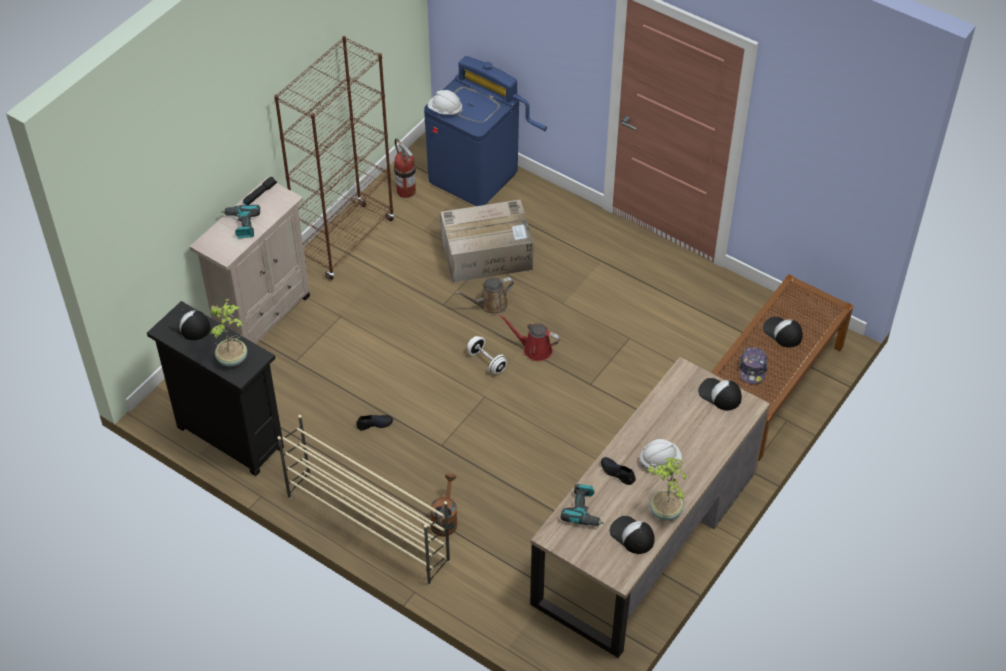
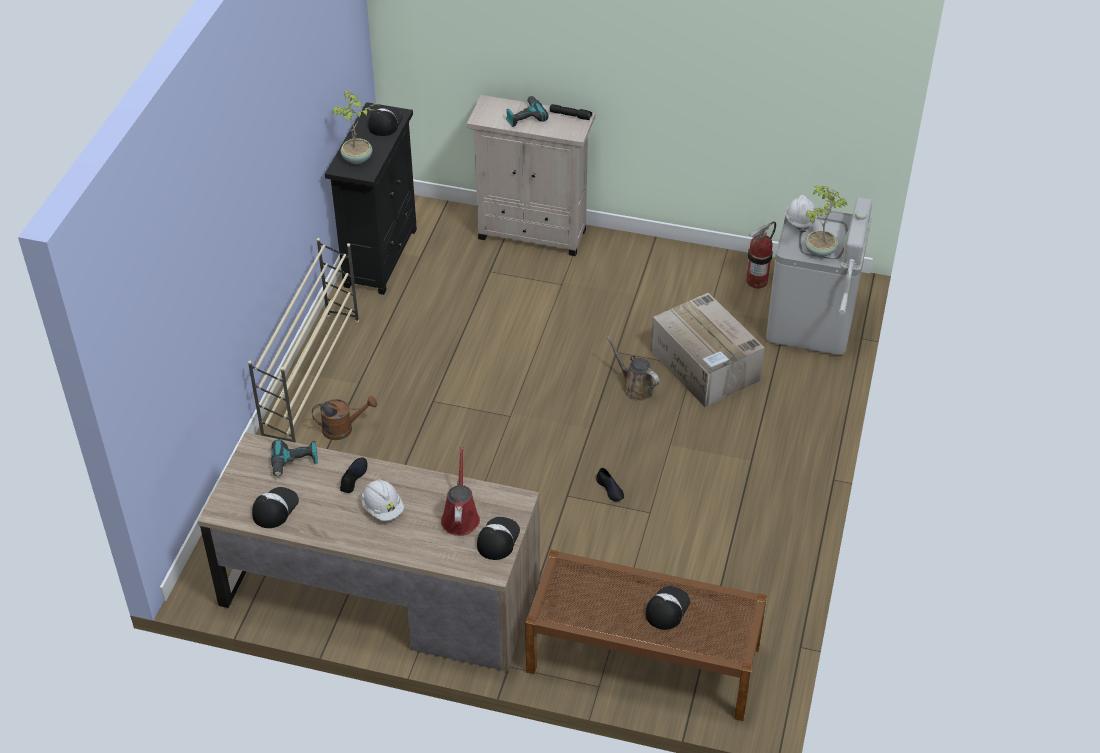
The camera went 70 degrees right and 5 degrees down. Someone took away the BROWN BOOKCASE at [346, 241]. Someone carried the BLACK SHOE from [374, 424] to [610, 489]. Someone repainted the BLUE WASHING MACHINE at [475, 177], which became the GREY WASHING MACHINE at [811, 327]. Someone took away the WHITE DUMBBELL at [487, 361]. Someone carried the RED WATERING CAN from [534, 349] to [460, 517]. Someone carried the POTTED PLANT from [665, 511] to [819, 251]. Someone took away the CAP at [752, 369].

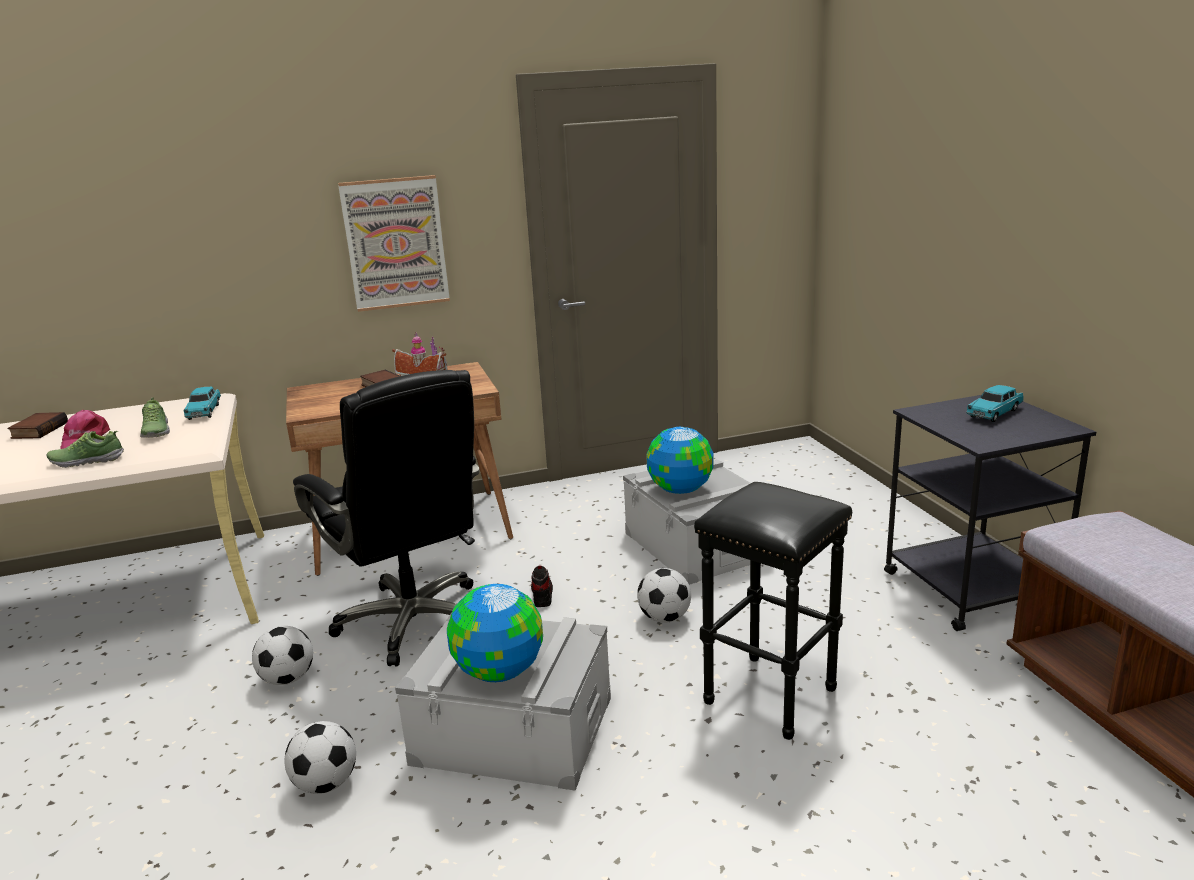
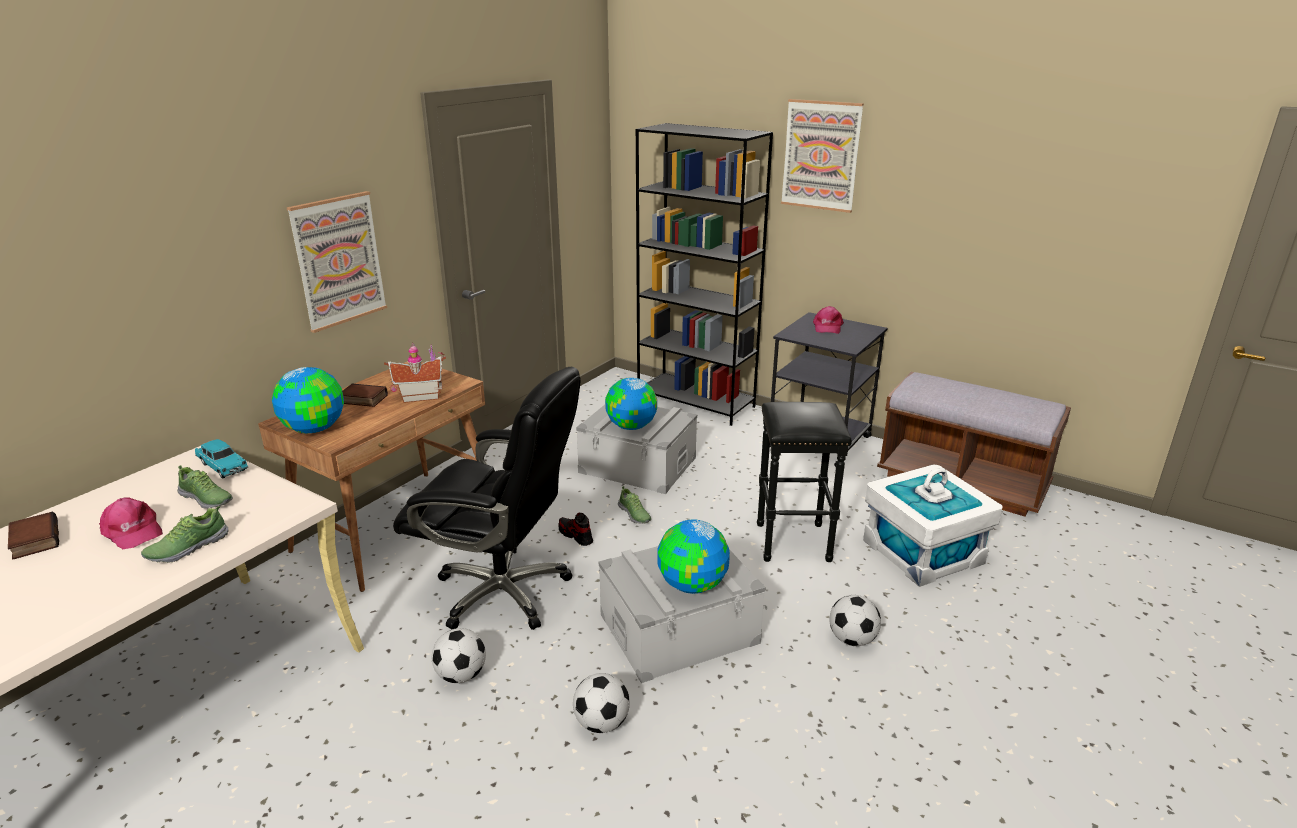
The camera went 40 degrees left and 5 degrees up. Someone carried the FOOTBALL from [665, 618] to [852, 639]. Someone swapped the TURQUOISE TOY CAR at [994, 413] for the PINK CAP at [827, 327]. Someone put down the GLOBE at [315, 428]. Someone put down the SHOE at [634, 515]. Someone put down the BLACK BOOKCASE at [696, 402]. Someone put up the PICTURE at [821, 155]. Someone put down the WHITE STORAGE BOX at [923, 552].

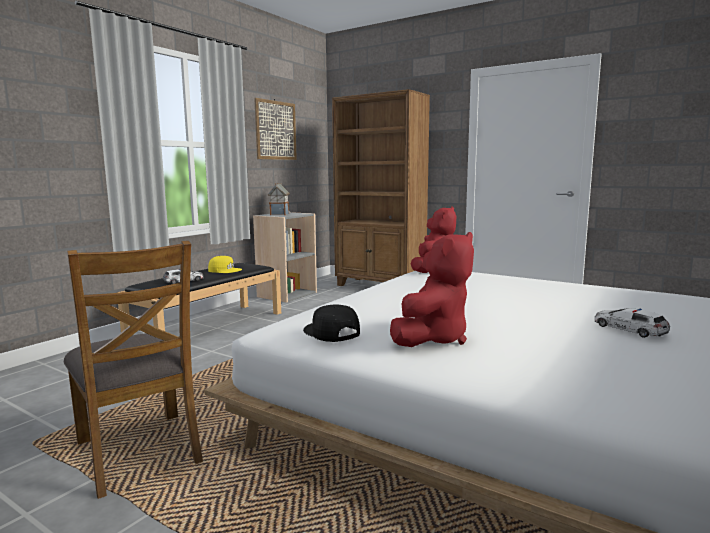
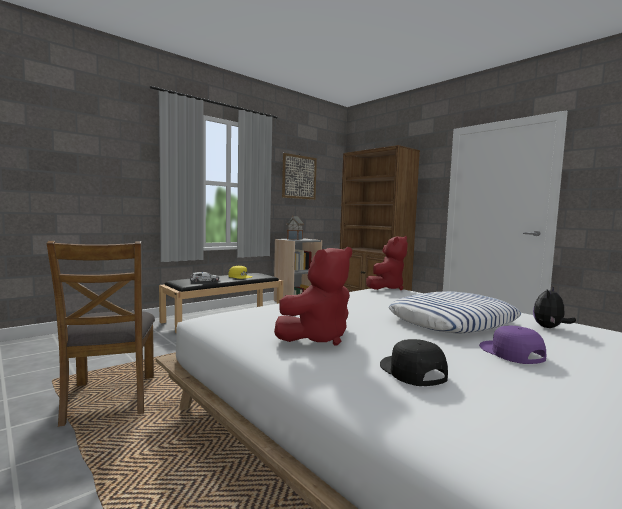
The camera went 15 degrees right and 5 degrees down. Someone carried the BLACK CAP from [330, 332] to [411, 371]. Someone swapped the TOY CAR at [629, 329] for the PURPLE CAP at [510, 353]. Someone put down the PILLOW at [453, 321]. Someone put down the PLUSH TOY at [549, 328].

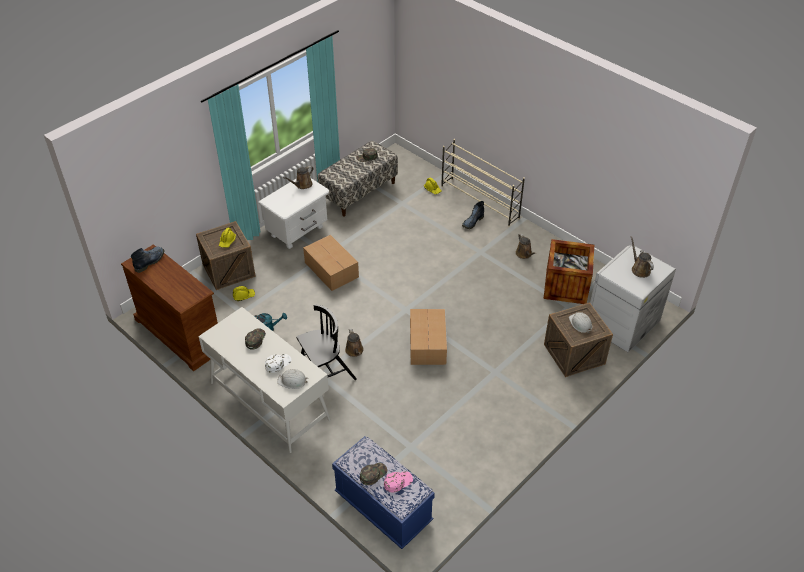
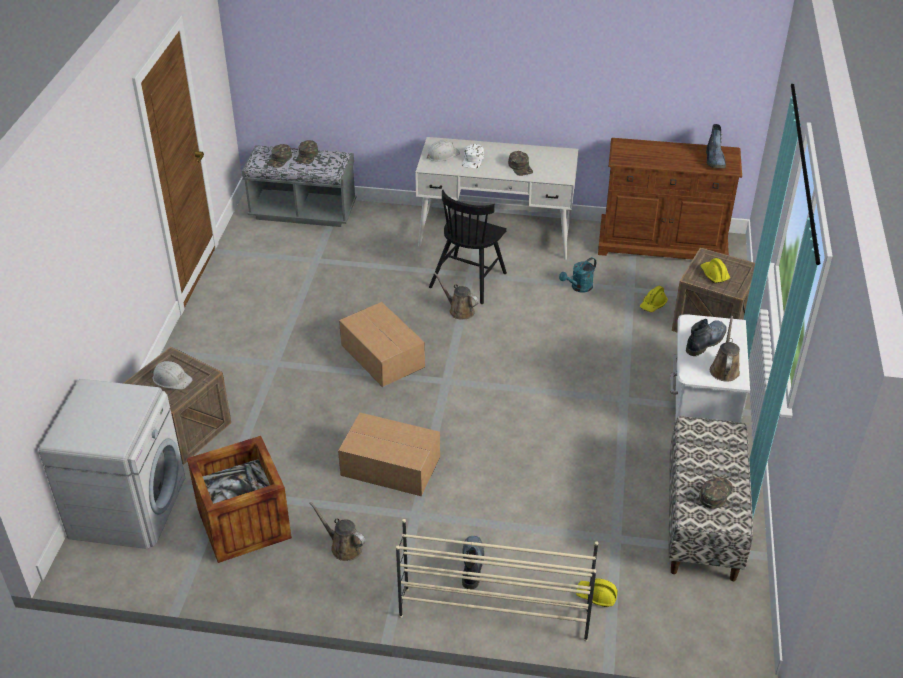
The camera went 145 degrees right and 5 degrees down. Someone carried the CARDBOARD BOX from [331, 270] to [389, 465]. Someone repainted the BLUE BENCH at [383, 508], which became the GREY BENCH at [303, 211]. Someone repainted the PINK CAP at [398, 482], which became the GREEN CAP at [279, 159]. Someone took away the BROWN WATERING CAN at [639, 269]. Someone put down the BOOT at [706, 341].

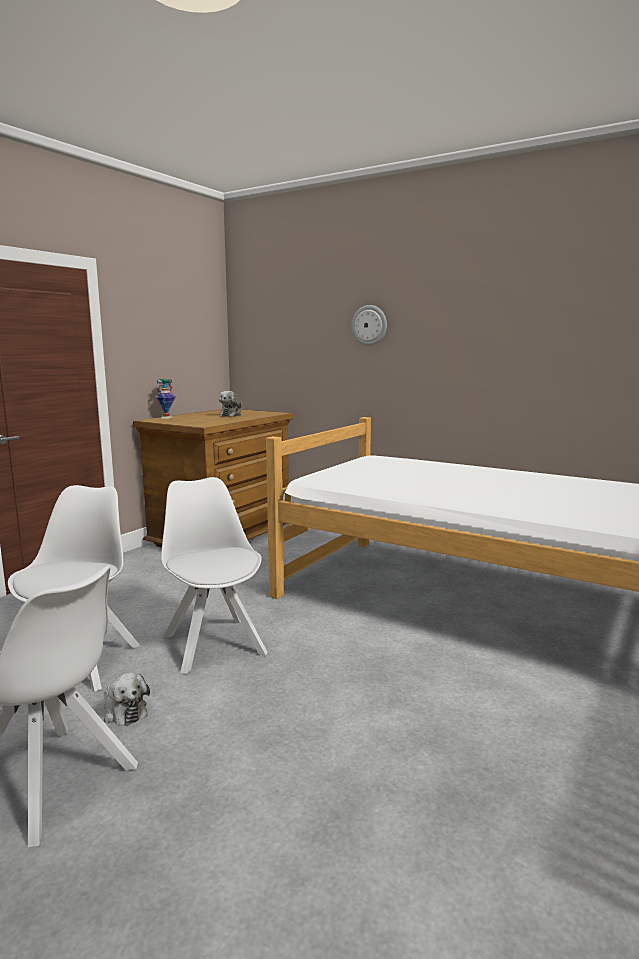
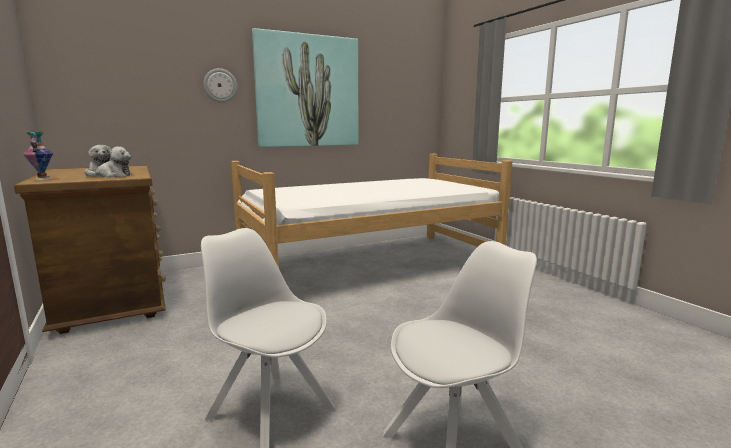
The camera went 60 degrees left and 0 degrees up. Someone carried the PLUSH TOY from [124, 711] to [112, 176]. Someone took away the WHITE CHAIR at [214, 643]. Someone put up the PICTURE at [307, 91].

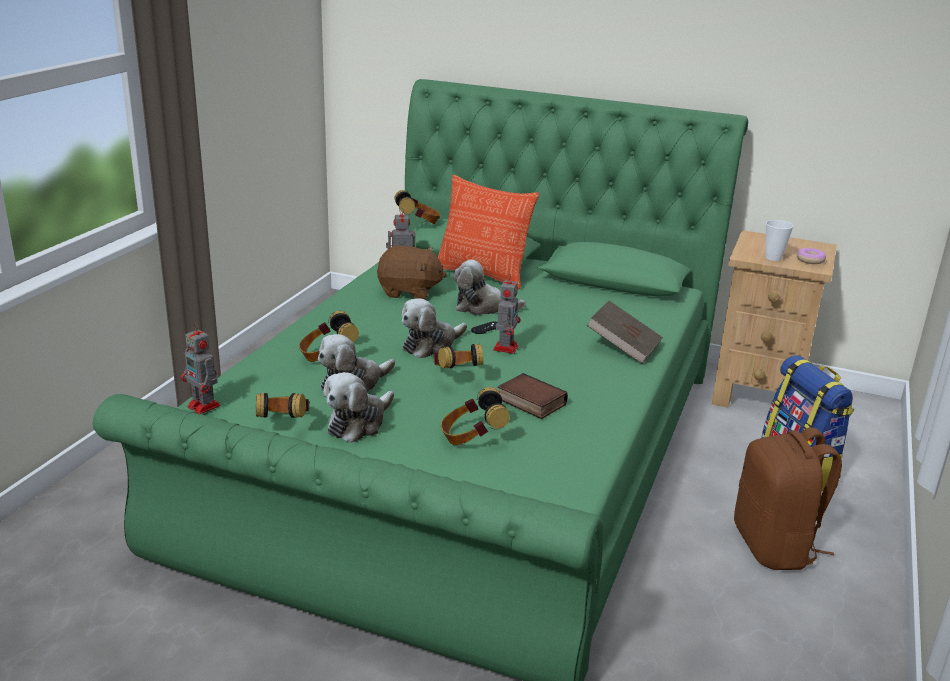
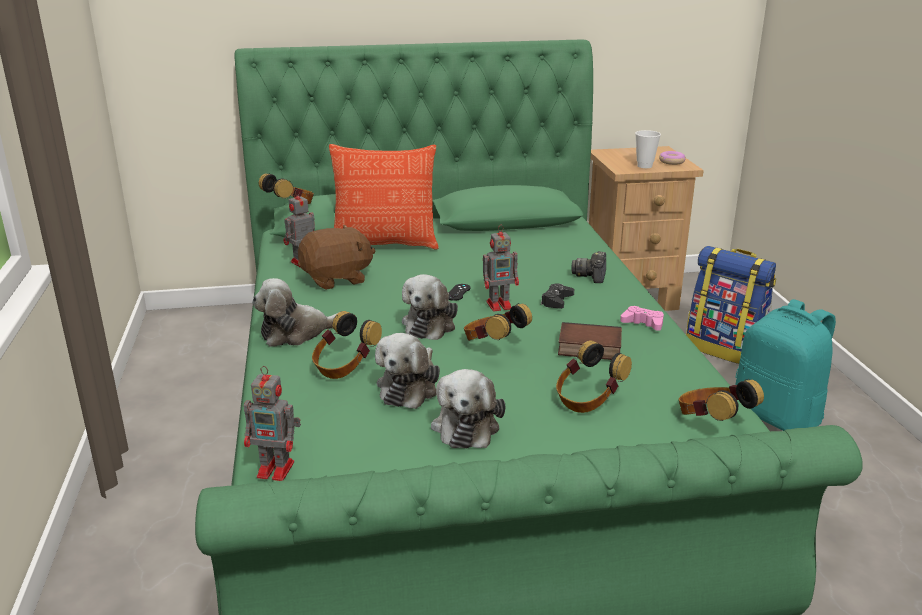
The camera went 30 degrees left and 0 degrees up. Someone carried the HEADPHONES from [284, 424] to [712, 422]. Someone carried the PLUSH TOY from [483, 307] to [296, 333]. Someone rotated the TOY ROBOT at [506, 347] by 90 degrees clockwise. Someone swapped the BROWN BOOK at [623, 347] for the PHOTO CAMERA at [591, 276]. Someone repainted the BROWN BACKPACK at [775, 547], which became the TURQUOISE BACKPACK at [778, 416]. Someone put down the BLACK GAME CONTROLLER at [556, 301]. Someone put down the PINK GAME CONTROLLER at [643, 323].

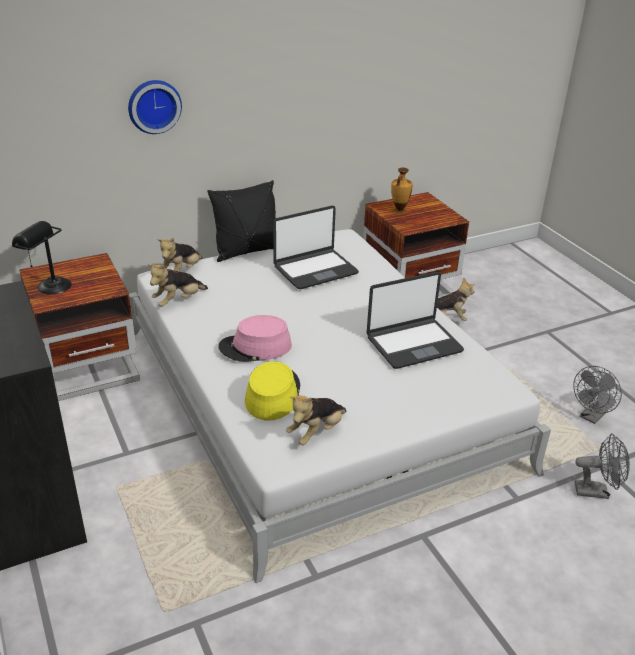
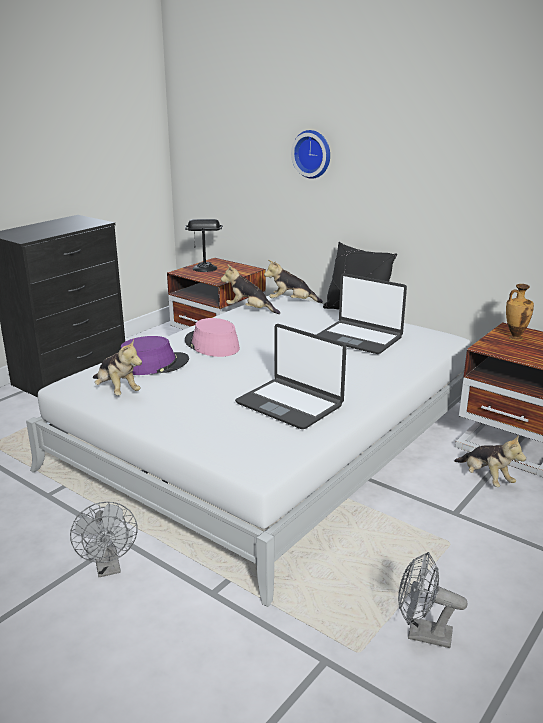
The camera went 65 degrees right and 10 degrees down. Someone repainted the YELLOW HAT at [272, 394], which became the PURPLE HAT at [153, 364]. Someone rotated the PLUSH TOY at [316, 432] by 150 degrees counterclockwise. Someone carried the GREY FAN from [597, 491] to [109, 568].

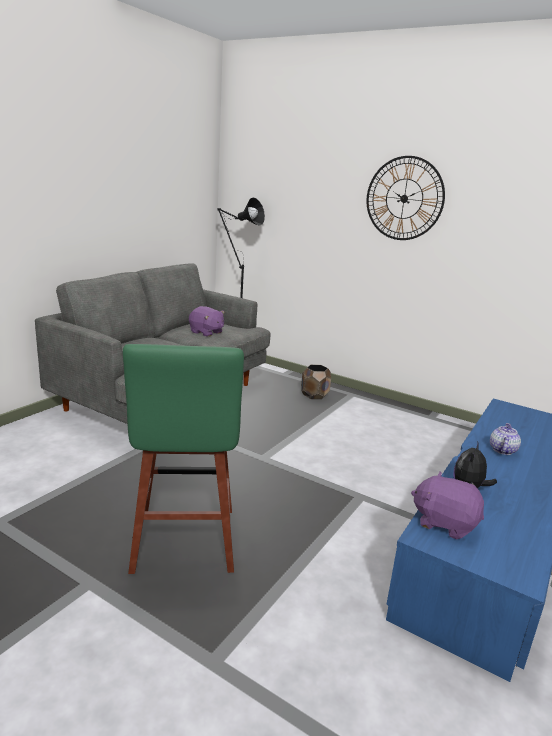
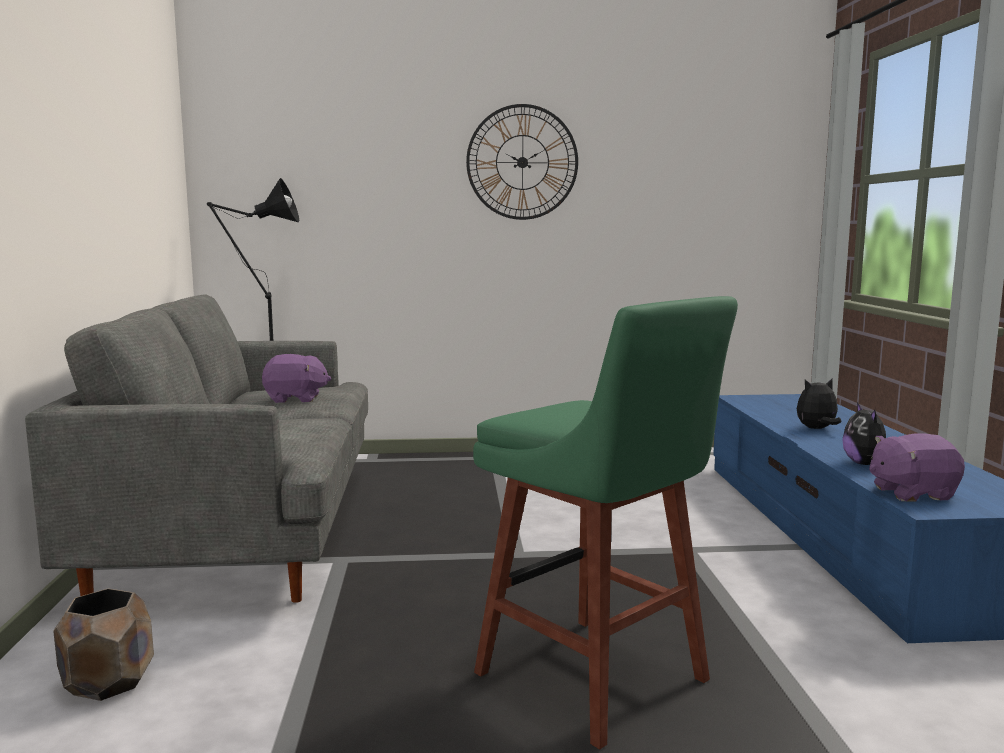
The camera went 35 degrees left and 10 degrees down. Someone carried the BROWN PLANTER from [315, 395] to [109, 682]. Someone swapped the TEAPOT at [502, 450] for the PLUSH TOY at [817, 429].

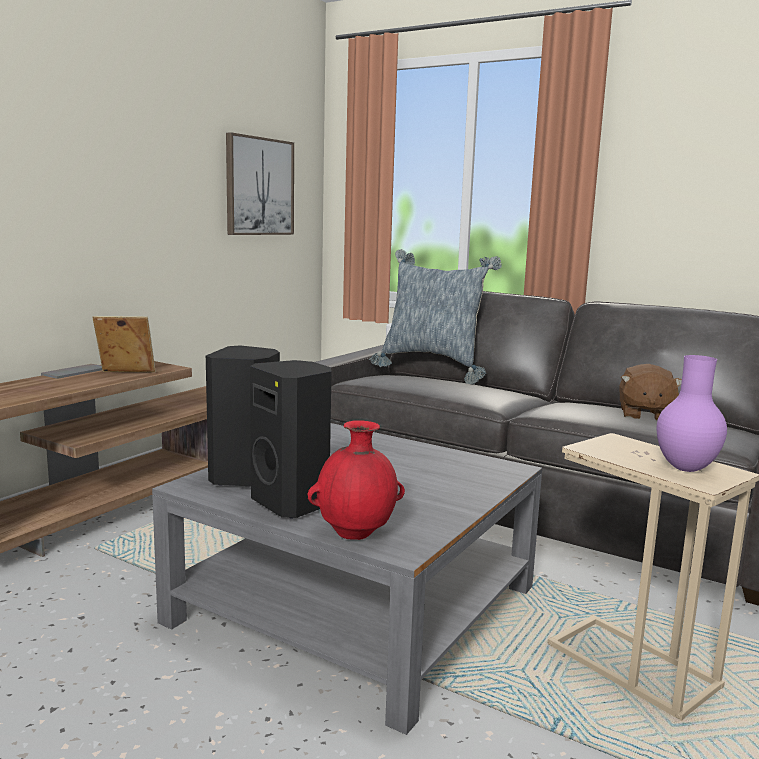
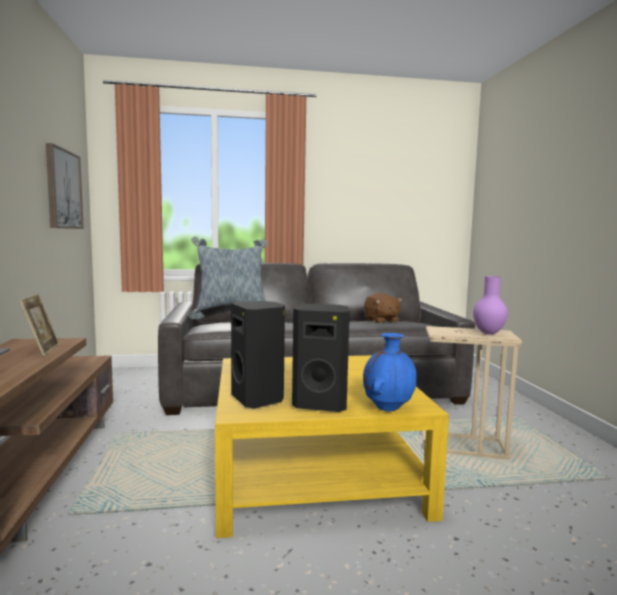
The camera went 40 degrees left and 5 degrees down. Someone rotated the PICTURE FRAME at [126, 374] by 120 degrees clockwise. Someone repainted the GREY COFFEE TABLE at [356, 604], which became the YELLOW COFFEE TABLE at [314, 471]. Someone repainted the RED VASE at [356, 534], which became the BLUE VASE at [388, 408].

